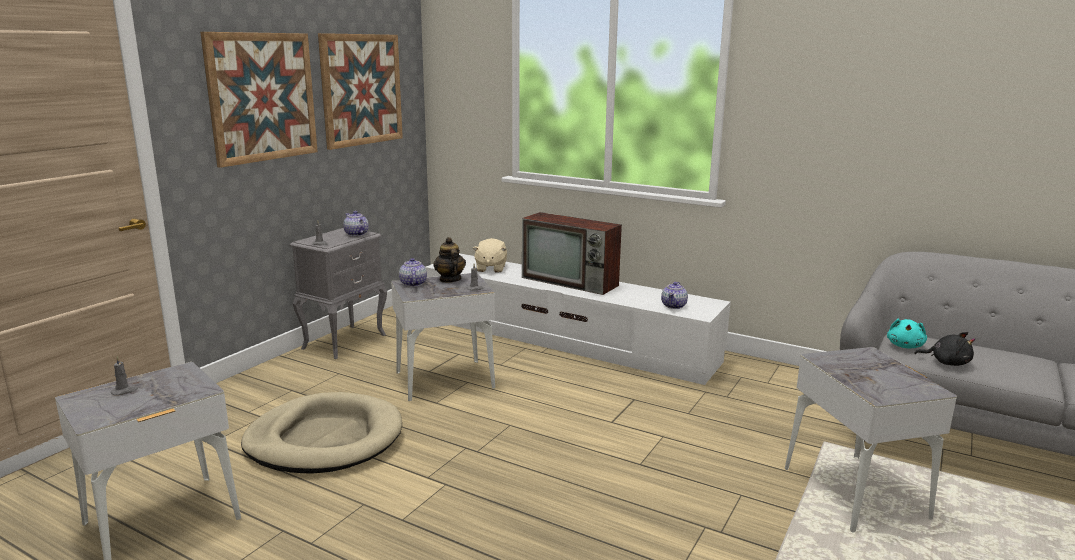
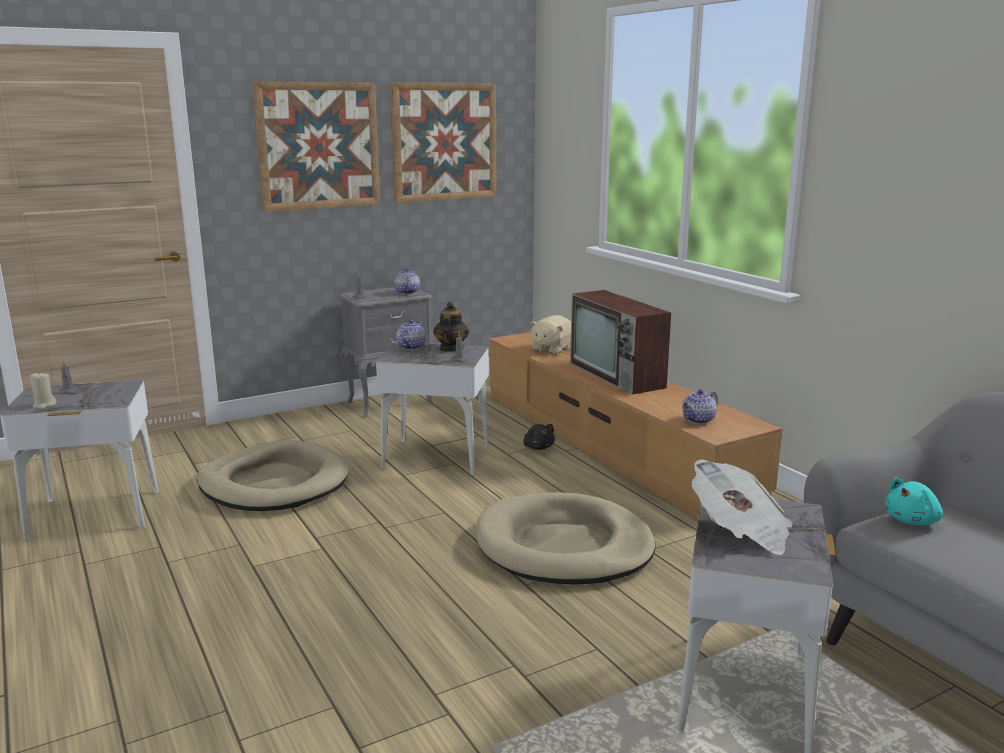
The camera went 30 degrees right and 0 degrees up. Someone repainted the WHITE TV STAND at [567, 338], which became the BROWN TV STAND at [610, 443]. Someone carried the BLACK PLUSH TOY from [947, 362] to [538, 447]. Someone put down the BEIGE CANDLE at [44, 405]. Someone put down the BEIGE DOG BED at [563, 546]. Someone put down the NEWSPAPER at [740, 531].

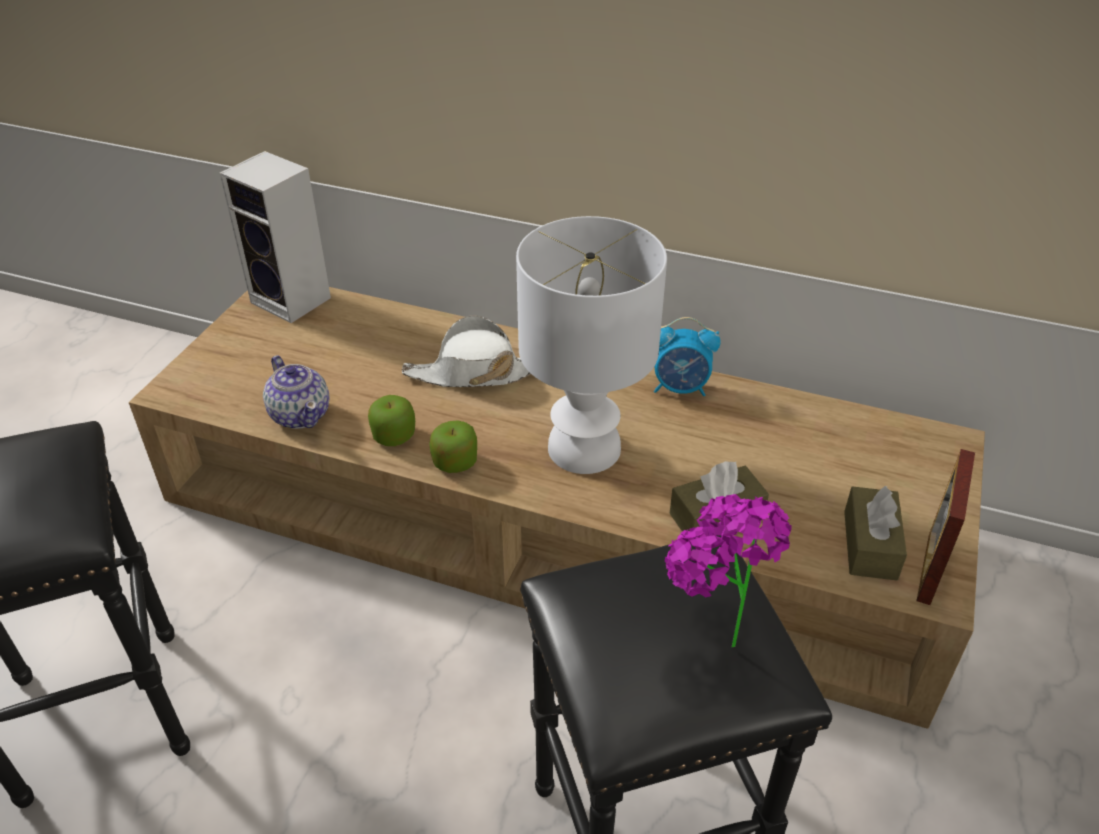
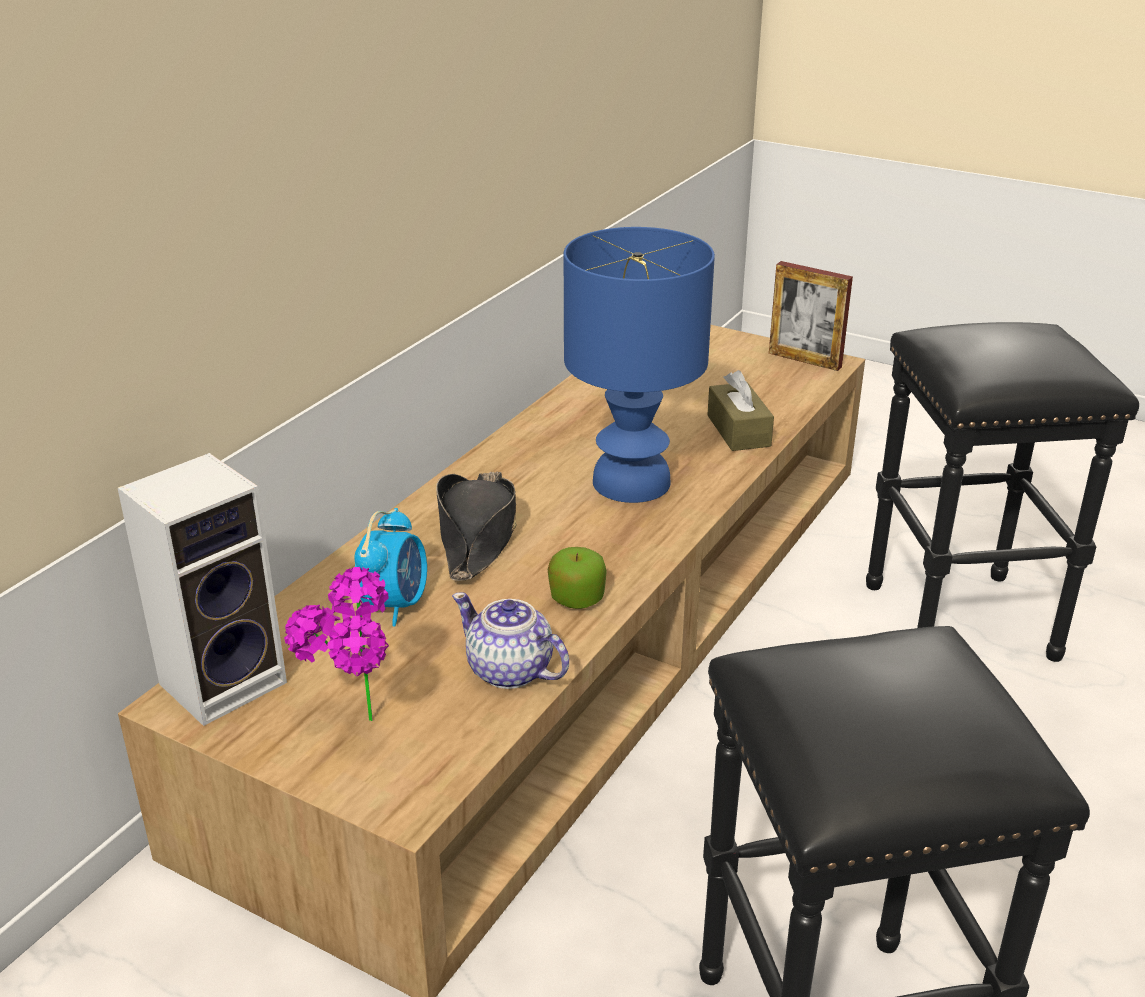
The camera went 80 degrees left and 10 degrees down. Someone rotated the TEAPOT at [300, 414] by 120 degrees counterclockwise. Someone repainted the WHITE HAT at [476, 373], which became the BLACK HAT at [477, 536]. Someone took away the APPLE at [455, 462]. Someone repainted the WHITE TABLE LAMP at [586, 449], which became the BLUE TABLE LAMP at [632, 481]. Someone carried the ALARM CLOCK from [680, 388] to [395, 604]. Someone carried the POTTED PLANT from [708, 637] to [355, 732]. Someone took away the BROWN TISSUE BOX at [870, 545].

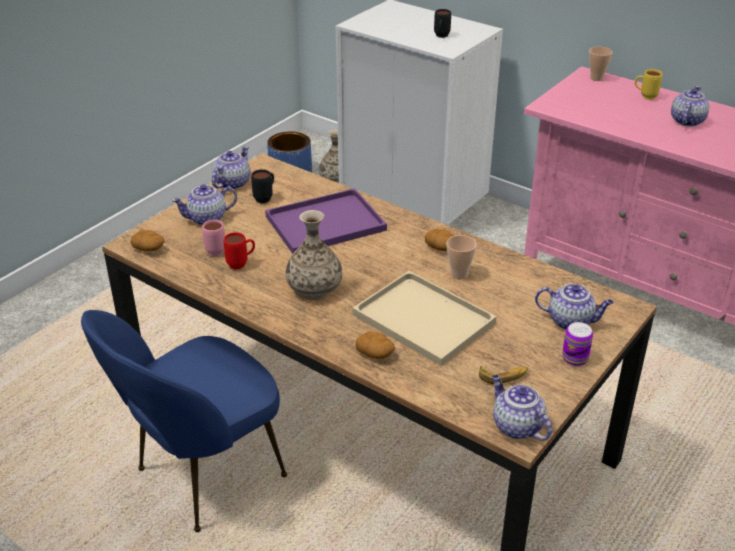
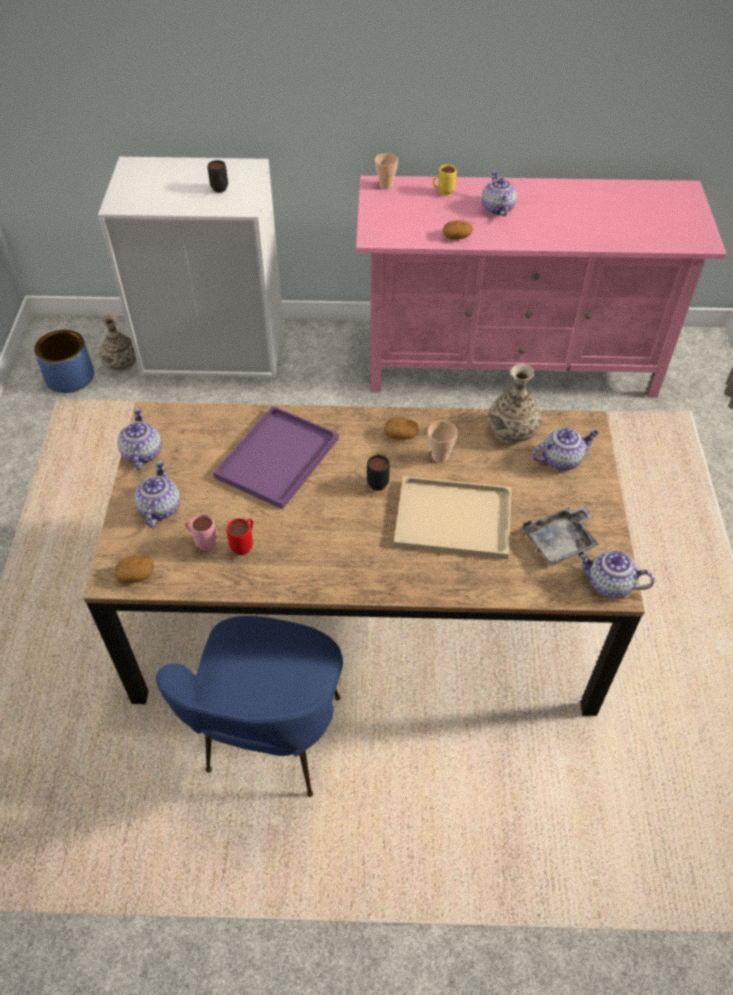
The camera went 35 degrees left and 15 degrees up. Someone rotated the TEAPOT at [207, 218] by 150 degrees clockwise. Someone carried the BLACK MUG from [265, 198] to [378, 481]. Someone carried the VASE from [314, 288] to [511, 430]. Someone carried the POTATO from [375, 354] to [457, 236]. Someone swapped the BANANA at [503, 376] for the GREY TRAY at [560, 542]. Someone took away the CAN at [575, 358].

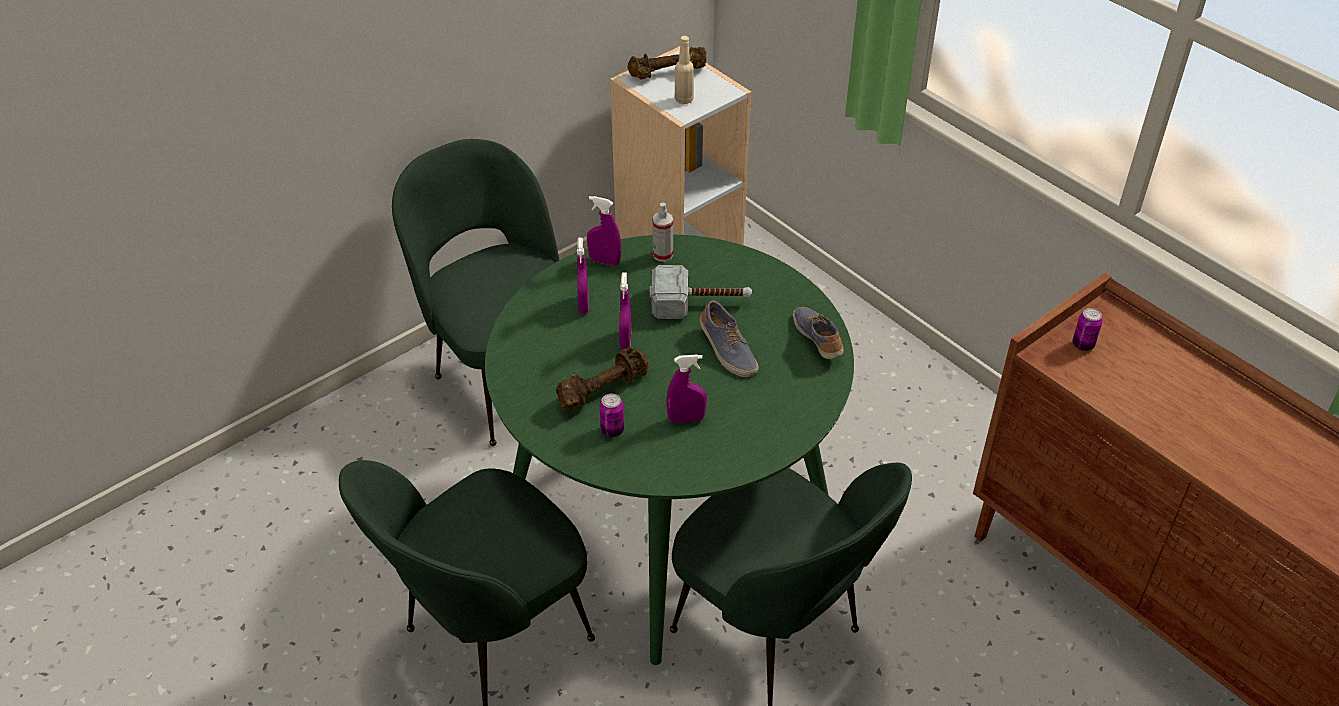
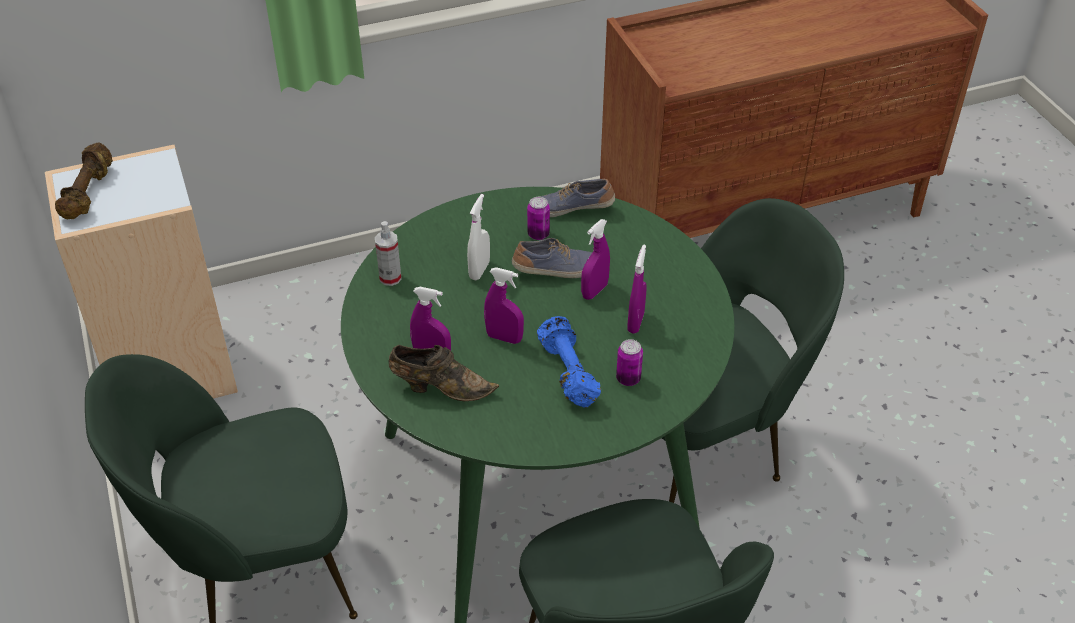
The camera went 70 degrees left and 0 degrees up. Someone repainted the BROWN DUMBBELL at [602, 389], which became the BLUE DUMBBELL at [567, 372]. Someone carried the PURPLE SPRAY BOTTLE from [604, 261] to [594, 291]. Someone swapped the HAMMER at [700, 303] for the WHITE SPRAY BOTTLE at [479, 270]. Someone took away the BEIGE BOTTLE at [684, 99]. Someone carried the CAN from [1083, 345] to [538, 234]. Someone put down the BROWN SHOE at [440, 388].

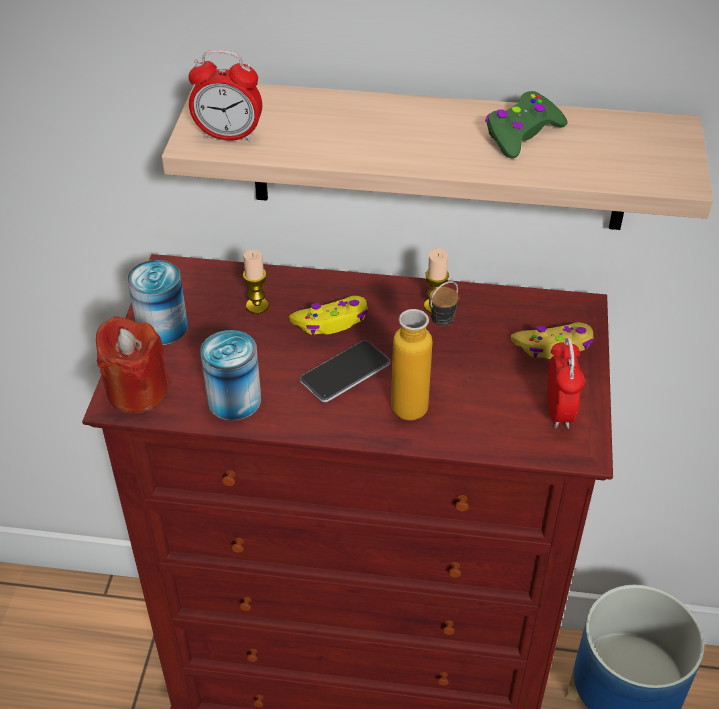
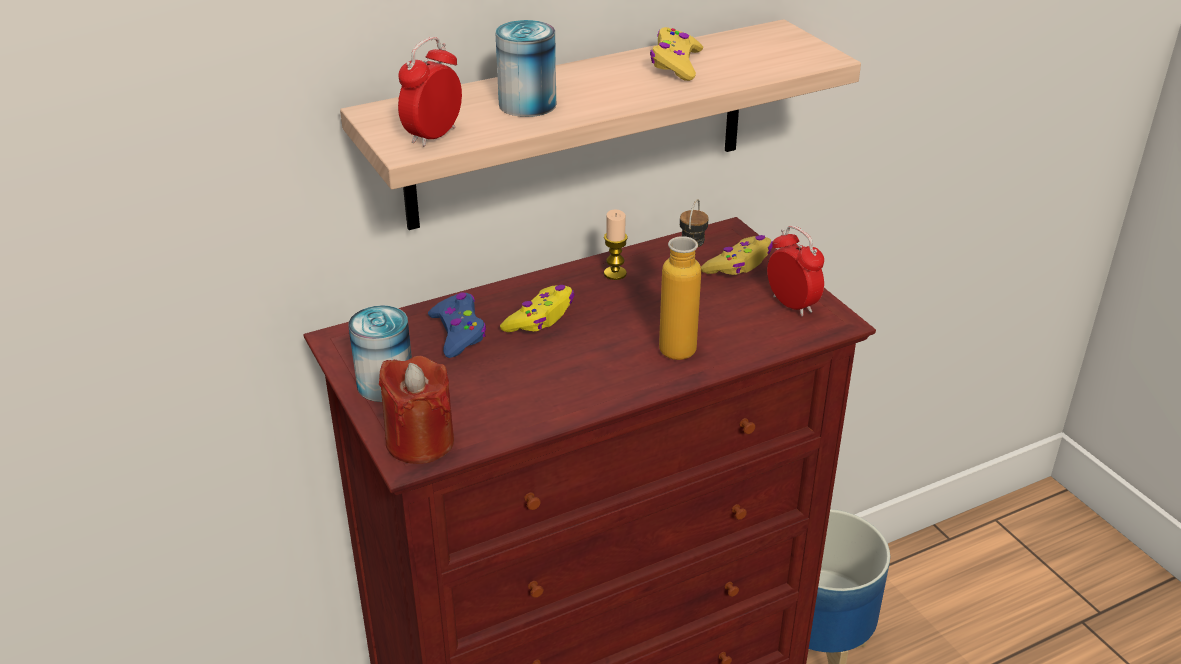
The camera went 35 degrees left and 10 degrees down. Someone rotated the ALARM CLOCK at [229, 136] by 150 degrees clockwise. Someone carried the CAN from [234, 400] to [527, 104]. Someone swapped the CANDLE at [257, 306] for the BLUE GAME CONTROLLER at [458, 332]. Someone took away the PHONE at [345, 372]. Someone repainted the GREEN GAME CONTROLLER at [522, 134], which became the YELLOW GAME CONTROLLER at [675, 64].

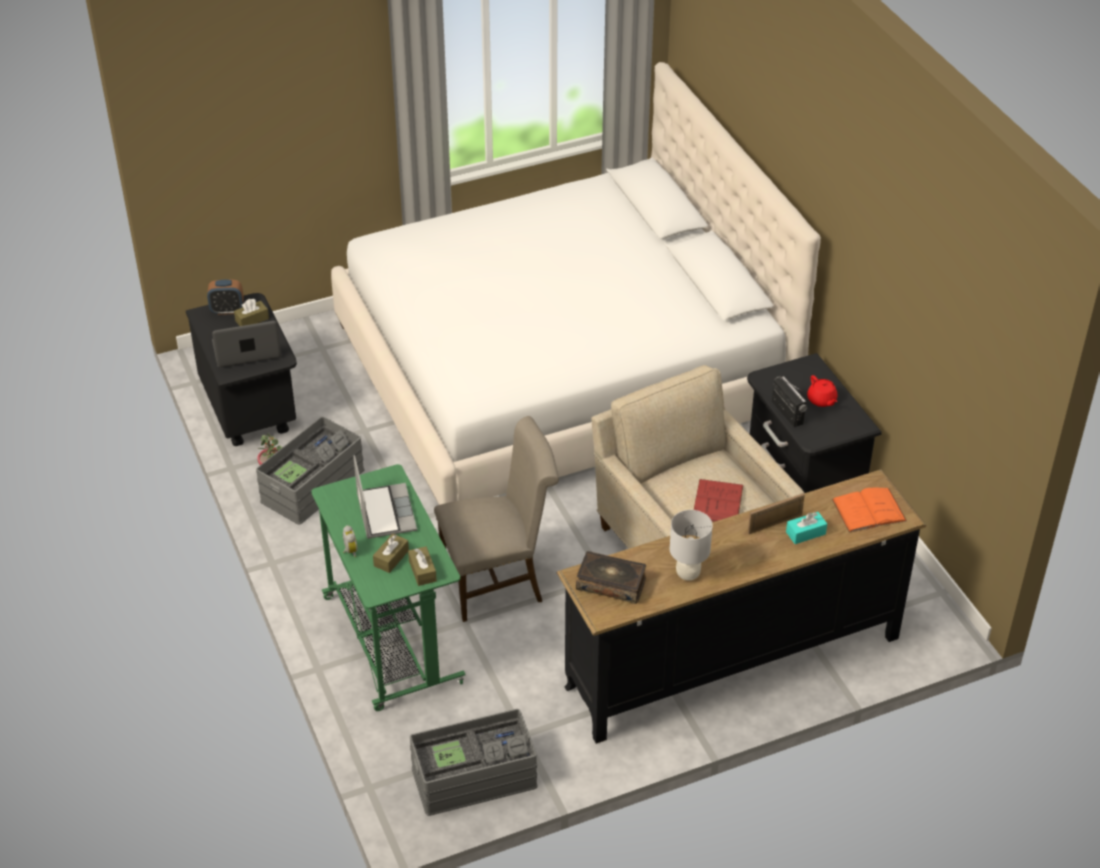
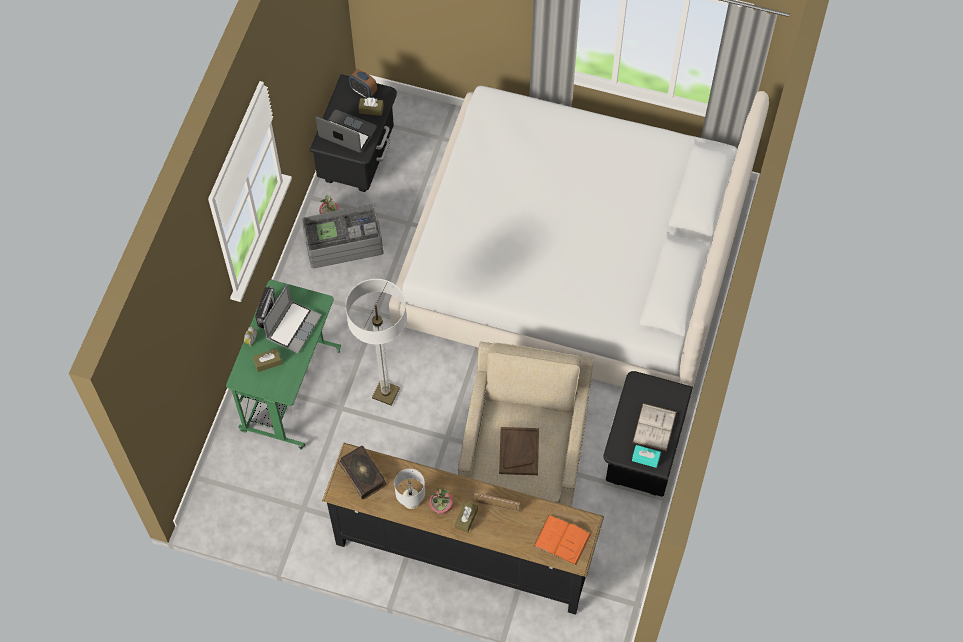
The camera went 40 degrees right and 20 degrees up. Someone carried the BROWN TISSUE BOX from [422, 571] to [466, 518]. Someone took away the GREY STORAGE BOX at [474, 776]. Someone swapped the BEIGE CHAIR at [498, 580] for the FLOOR LAMP at [386, 393]. Someone swapped the RED BOOK at [717, 502] for the BROWN TRAY at [519, 451]. Someone carried the RADIO from [787, 413] to [267, 313]. Someone carried the TURQUOISE TISSUE BOX from [805, 533] to [645, 458]. Someone swapped the RED TEAPOT at [821, 400] for the WHITE BOOK at [654, 427]. Someone put down the POTTED PLANT at [441, 508].

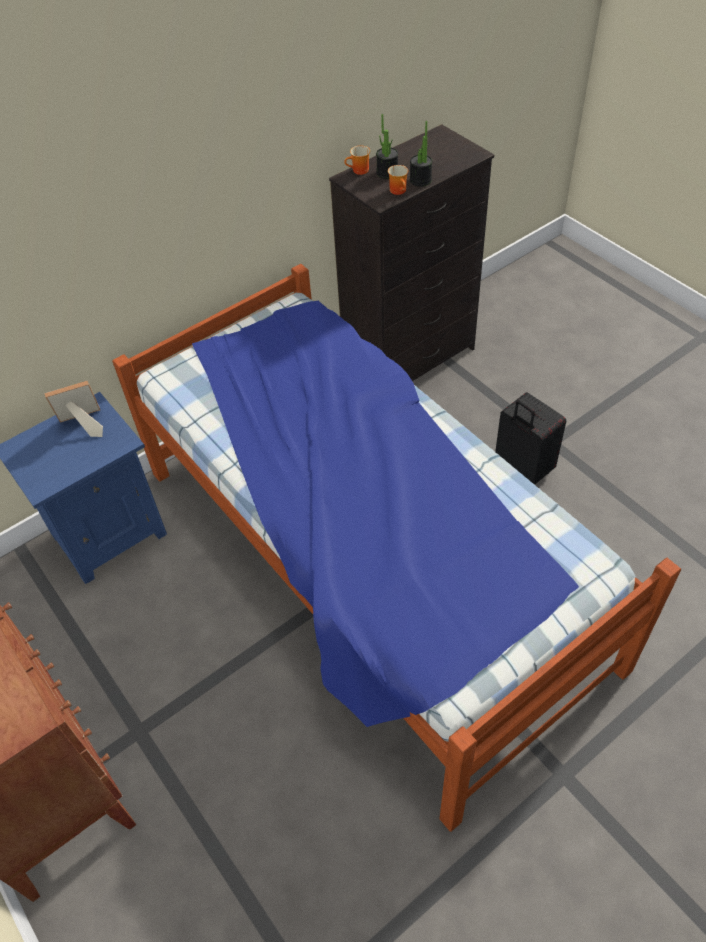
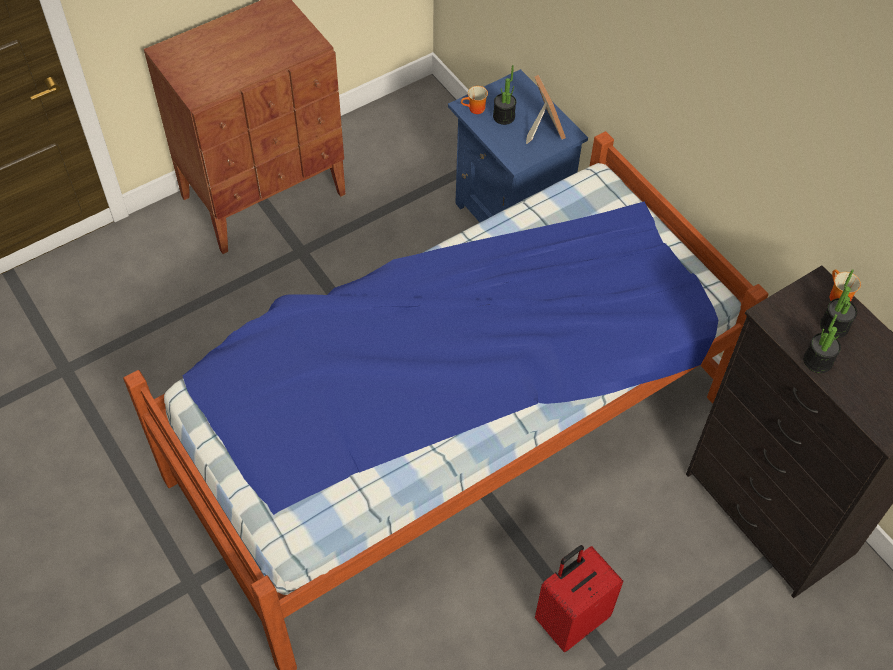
The camera went 90 degrees right and 5 degrees up. Someone carried the MUG from [400, 191] to [475, 109]. Someone repainted the BLACK SUITCASE at [521, 470], which became the RED SUITCASE at [571, 619]. Someone put down the POTTED PLANT at [504, 116].

